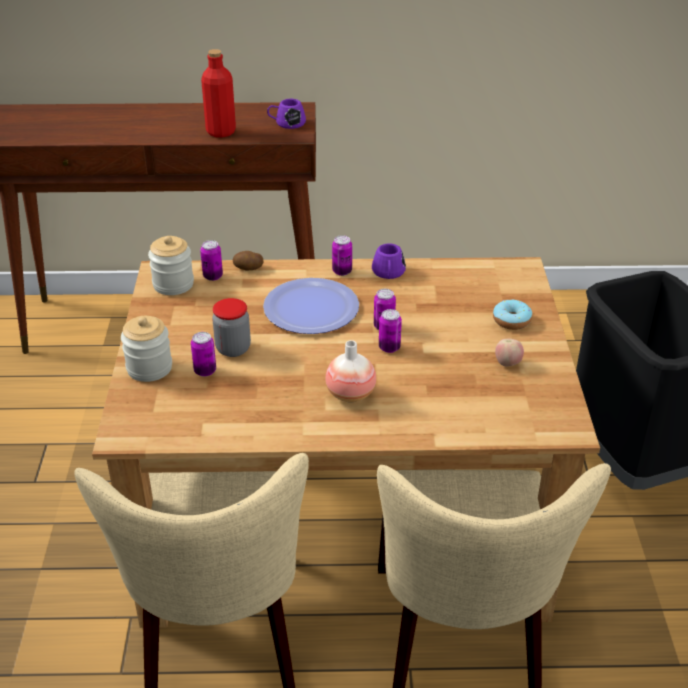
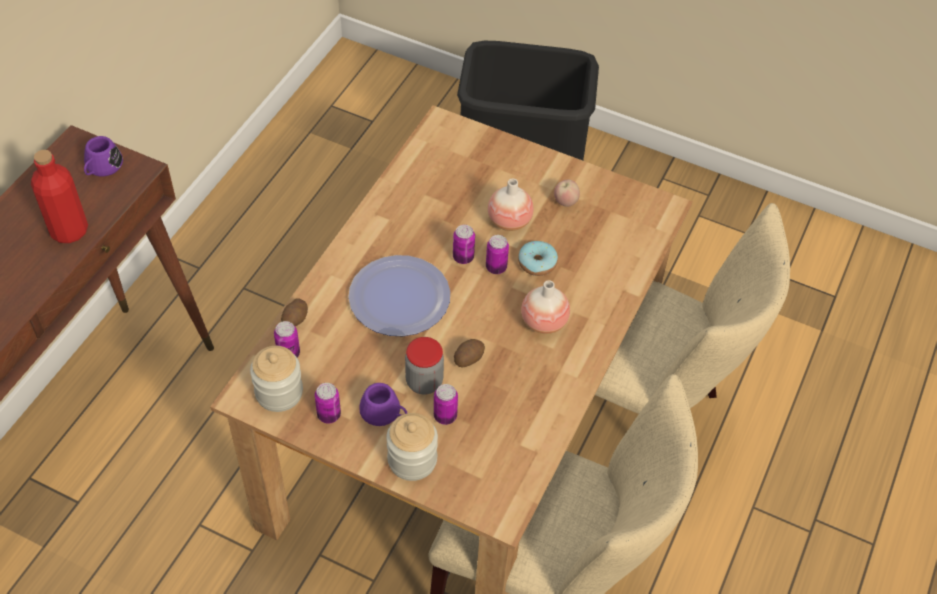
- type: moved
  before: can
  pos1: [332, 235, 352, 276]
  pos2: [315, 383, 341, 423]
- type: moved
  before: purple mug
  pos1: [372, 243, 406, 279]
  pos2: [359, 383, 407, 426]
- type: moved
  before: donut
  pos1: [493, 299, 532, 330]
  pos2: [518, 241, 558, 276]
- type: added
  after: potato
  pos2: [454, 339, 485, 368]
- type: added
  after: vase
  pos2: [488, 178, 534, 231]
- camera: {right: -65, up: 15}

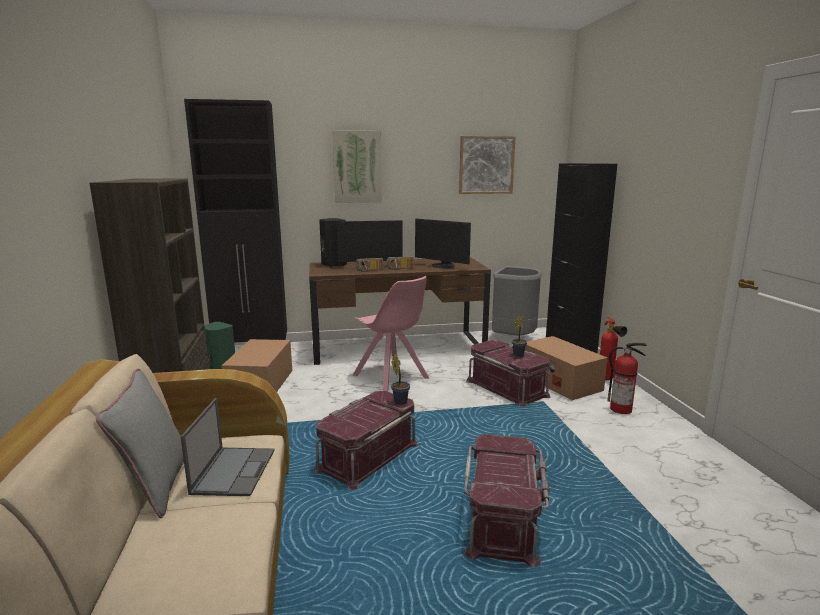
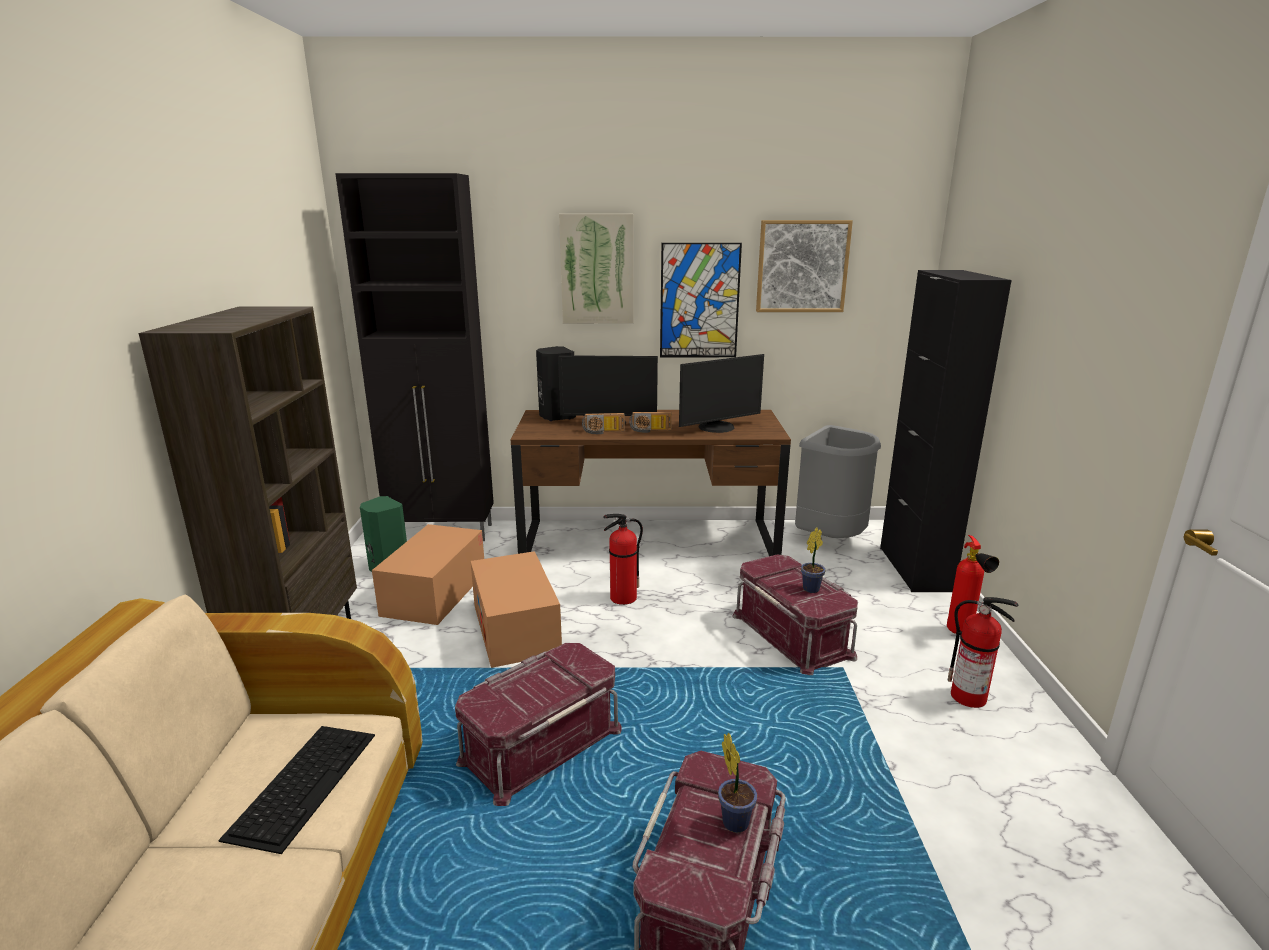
- type: removed
  before: grey pillow
  pos1: [96, 369, 184, 518]
- type: replaced
  before: laptop
  after: keyboard
  pos1: [181, 398, 274, 496]
  pos2: [218, 726, 375, 854]
- type: replaced
  before: pink chair
  after: fire extinguisher
  pos1: [353, 276, 429, 392]
  pos2: [603, 514, 643, 605]
- type: moved
  before: potted plant
  pos1: [391, 353, 410, 405]
  pos2: [718, 733, 757, 833]
- type: turned
  before: monitor
  pos1: [415, 219, 471, 268]
  pos2: [679, 354, 764, 433]
  turn: -75
- type: moved
  before: cardboard box
  pos1: [525, 336, 608, 400]
  pos2: [471, 551, 562, 668]
- type: added
  after: picture
  pos2: [660, 243, 742, 357]
- camera: {right: 10, up: 5}

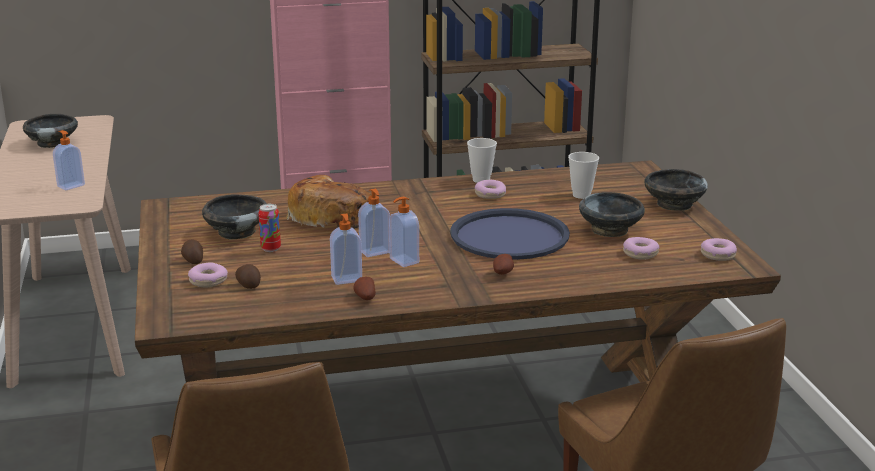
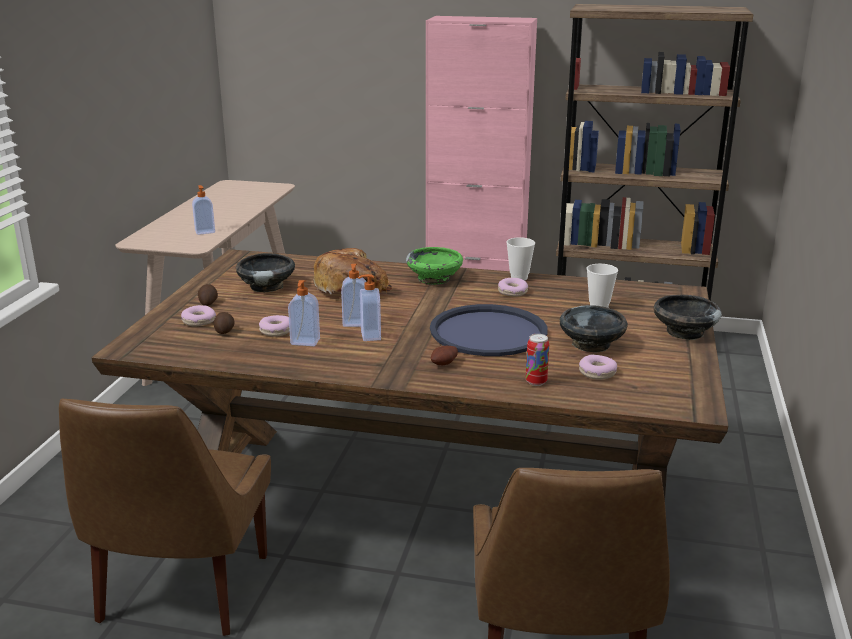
- type: removed
  before: black bowl
  pos1: [23, 114, 78, 148]
- type: moved
  before: can
  pos1: [258, 204, 281, 252]
  pos2: [526, 334, 549, 386]
- type: removed
  before: potato
  pos1: [353, 277, 376, 300]
- type: moved
  before: donut
  pos1: [701, 238, 737, 261]
  pos2: [259, 315, 290, 337]
- type: added
  after: green bowl
  pos2: [406, 247, 463, 285]
- camera: {right: 25, up: 0}

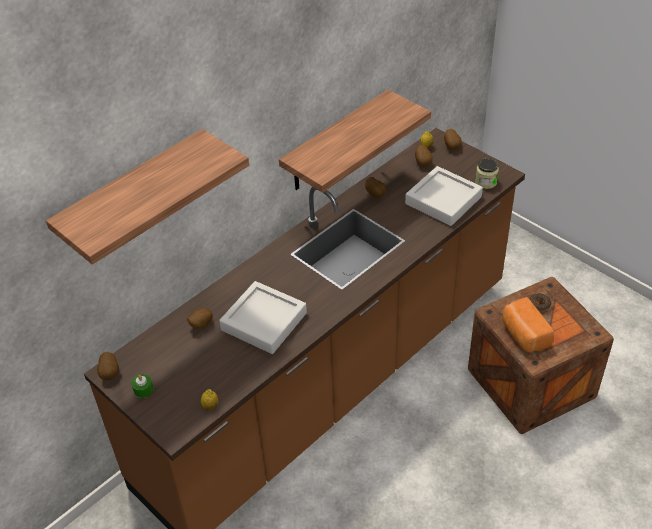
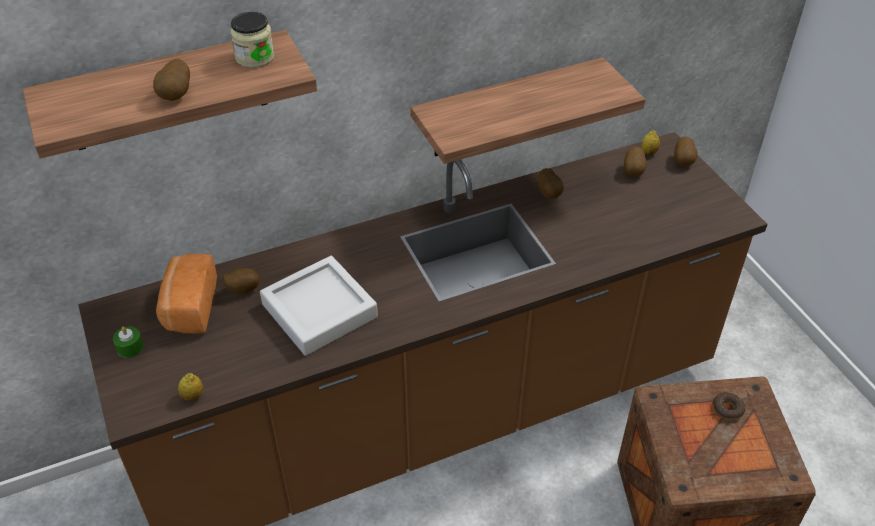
- type: moved
  before: potato
  pos1: [97, 352, 119, 380]
  pos2: [153, 59, 190, 101]
- type: removed
  before: grey tray
  pos1: [405, 166, 483, 226]
- type: moved
  before: jar
  pos1: [475, 158, 499, 189]
  pos2: [231, 12, 274, 68]
- type: moved
  before: bread
  pos1: [502, 297, 554, 352]
  pos2: [156, 254, 217, 333]
- camera: {right: 20, up: 0}

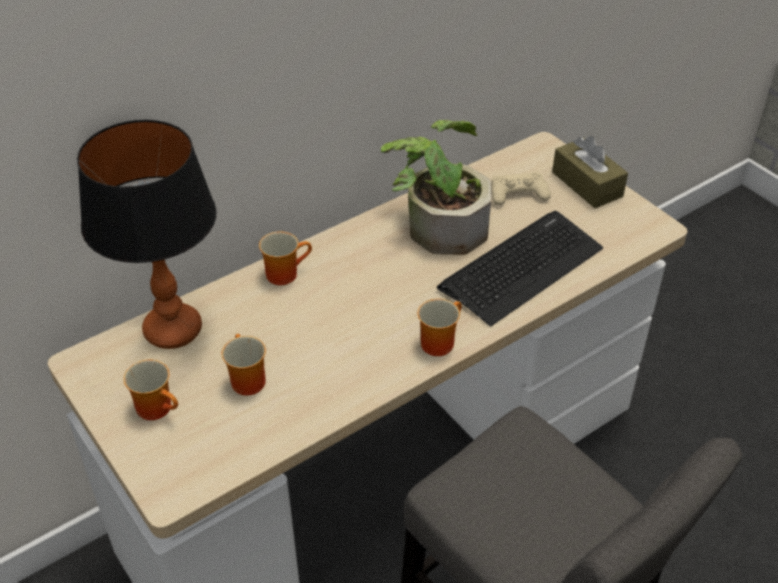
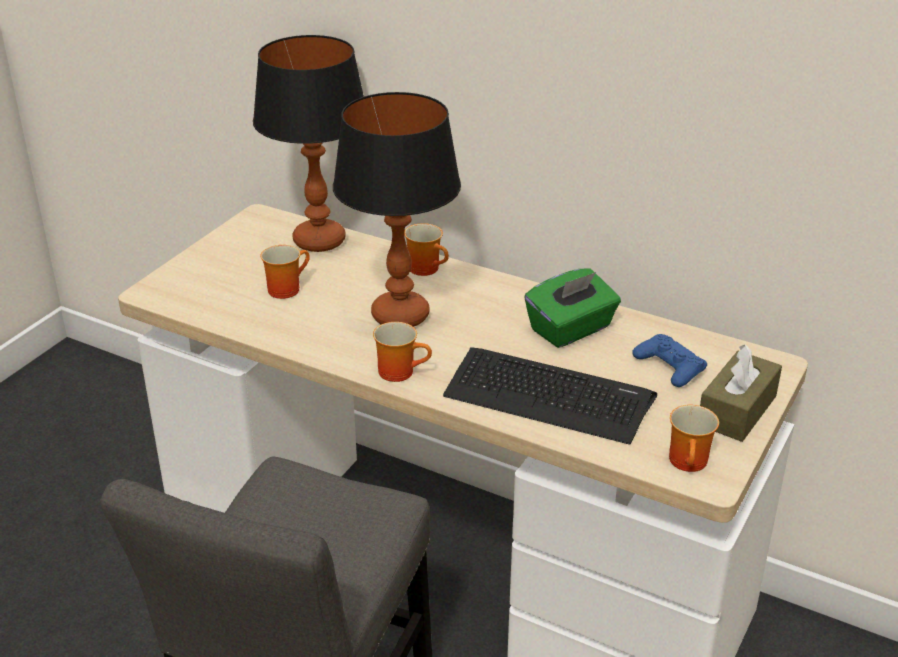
- type: moved
  before: mug
  pos1: [124, 360, 178, 420]
  pos2: [669, 405, 719, 472]
- type: replaced
  before: potted plant
  after: green tissue box
  pos1: [381, 120, 491, 255]
  pos2: [524, 268, 621, 348]
- type: recoloured
  before: beige game controller
  after: blue game controller
  pos1: [491, 172, 551, 205]
  pos2: [632, 334, 707, 387]
- type: added
  after: table lamp
  pos2: [333, 92, 461, 327]
- camera: {right: 65, up: -10}

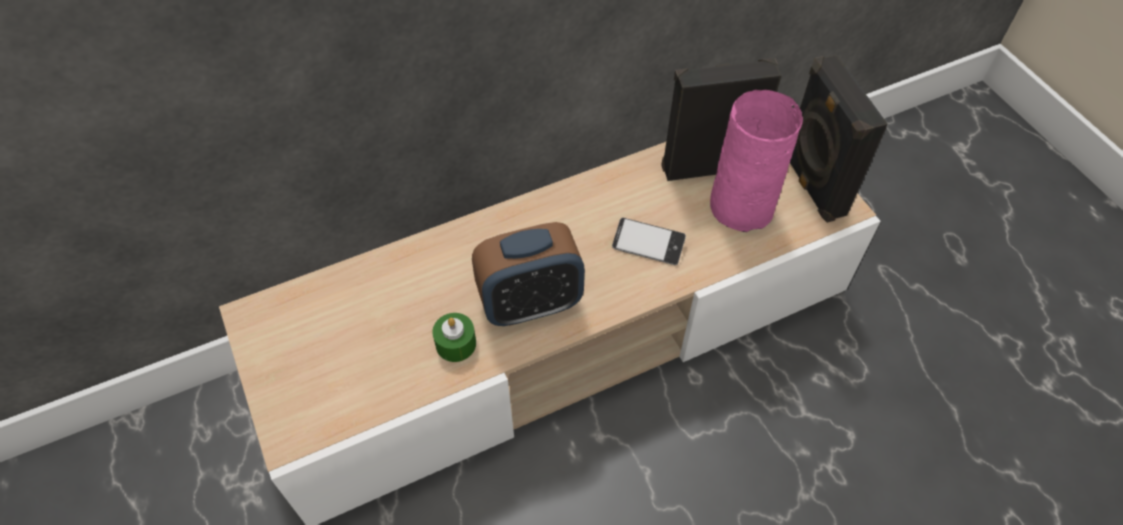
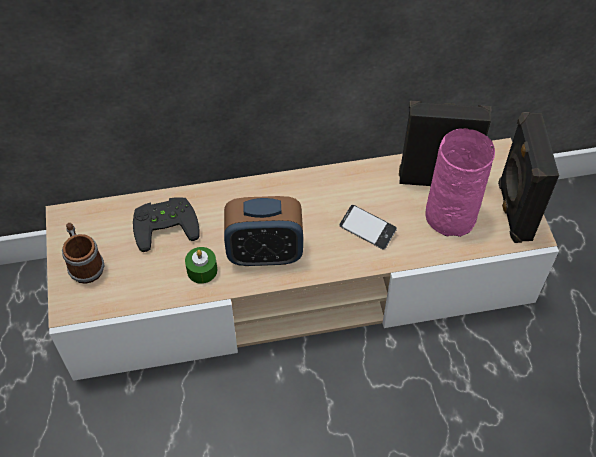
- type: added
  after: mug
  pos2: [62, 223, 105, 284]
- type: added
  after: black game controller
  pos2: [133, 197, 200, 252]
- camera: {right: 15, up: 0}

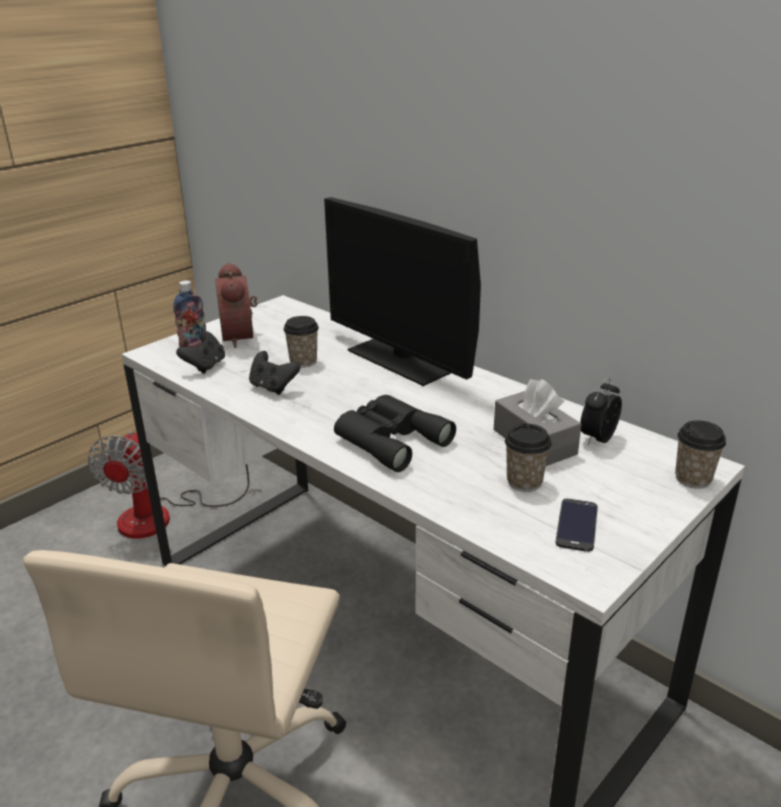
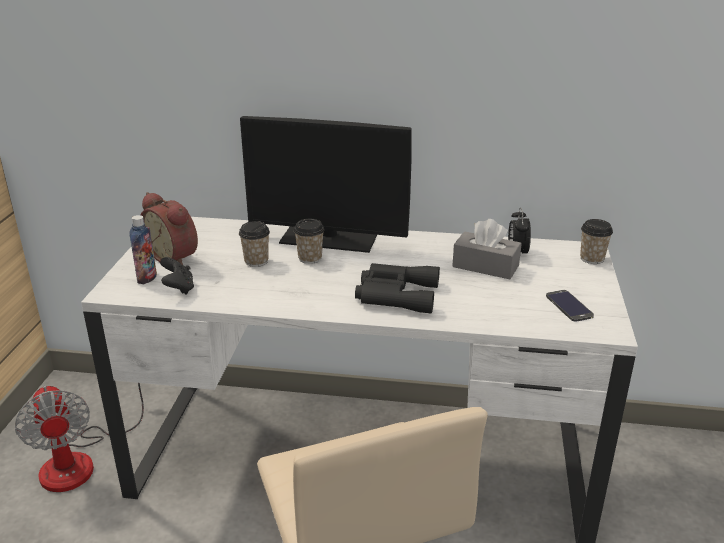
- type: removed
  before: black game controller
  pos1: [249, 351, 300, 395]
- type: moved
  before: cup
  pos1: [505, 424, 551, 492]
  pos2: [294, 219, 324, 264]
- camera: {right: -35, up: 0}

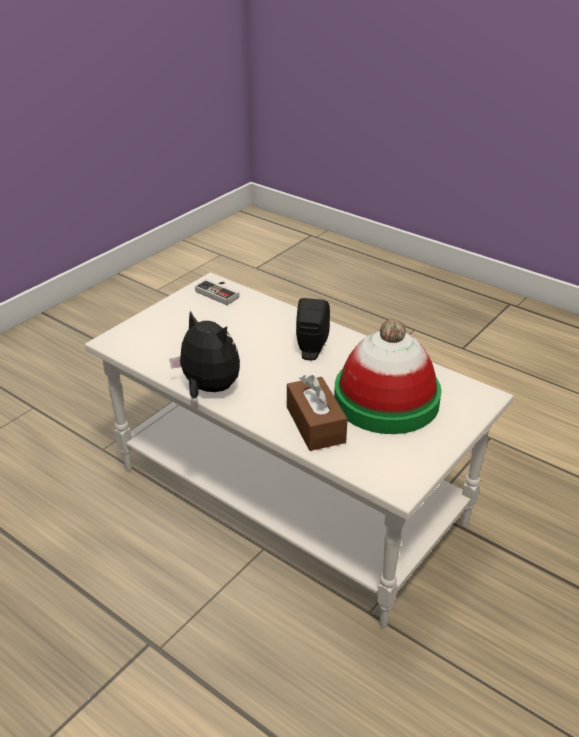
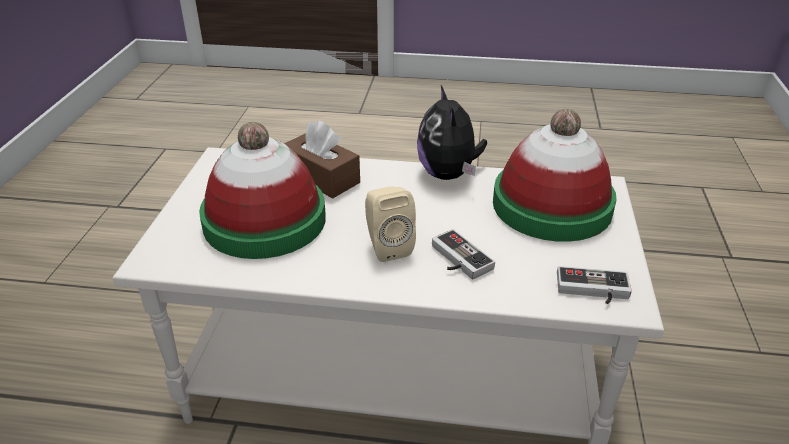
- type: turned
  before: plush toy
  pos1: [169, 311, 240, 398]
  pos2: [417, 86, 487, 180]
  turn: 75
- type: recoloured
  before: black speaker
  after: beige speaker
  pos1: [296, 298, 330, 360]
  pos2: [365, 187, 416, 262]
- type: added
  after: game controller
  pos2: [432, 229, 495, 279]
- type: added
  after: hat
  pos2: [493, 109, 617, 242]
- camera: {right: 150, up: 0}

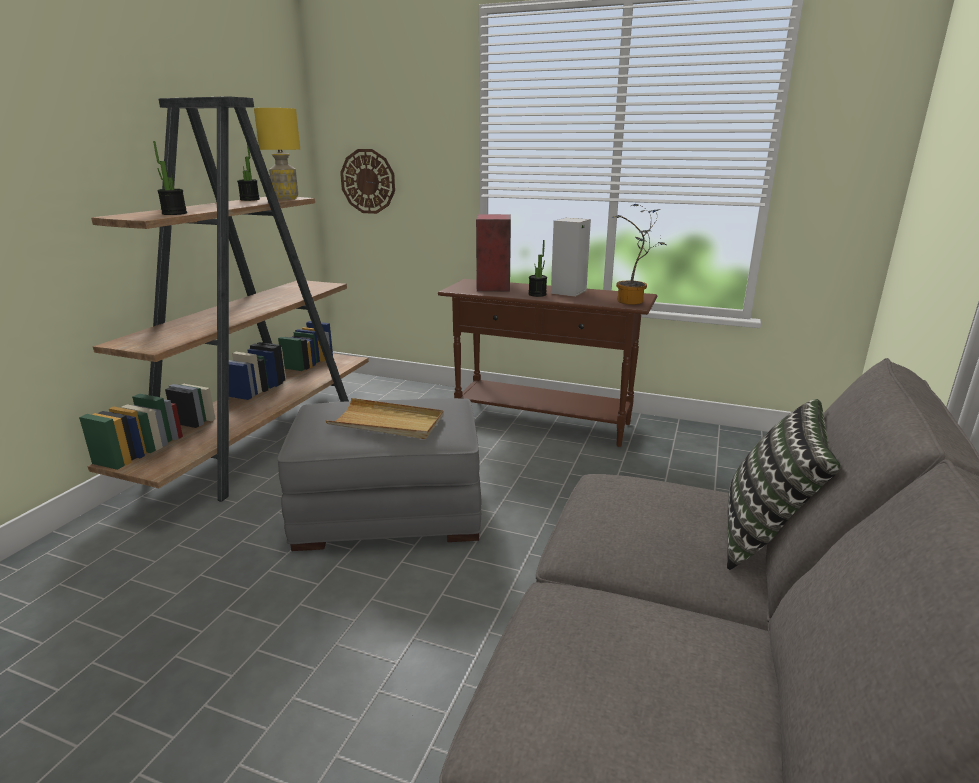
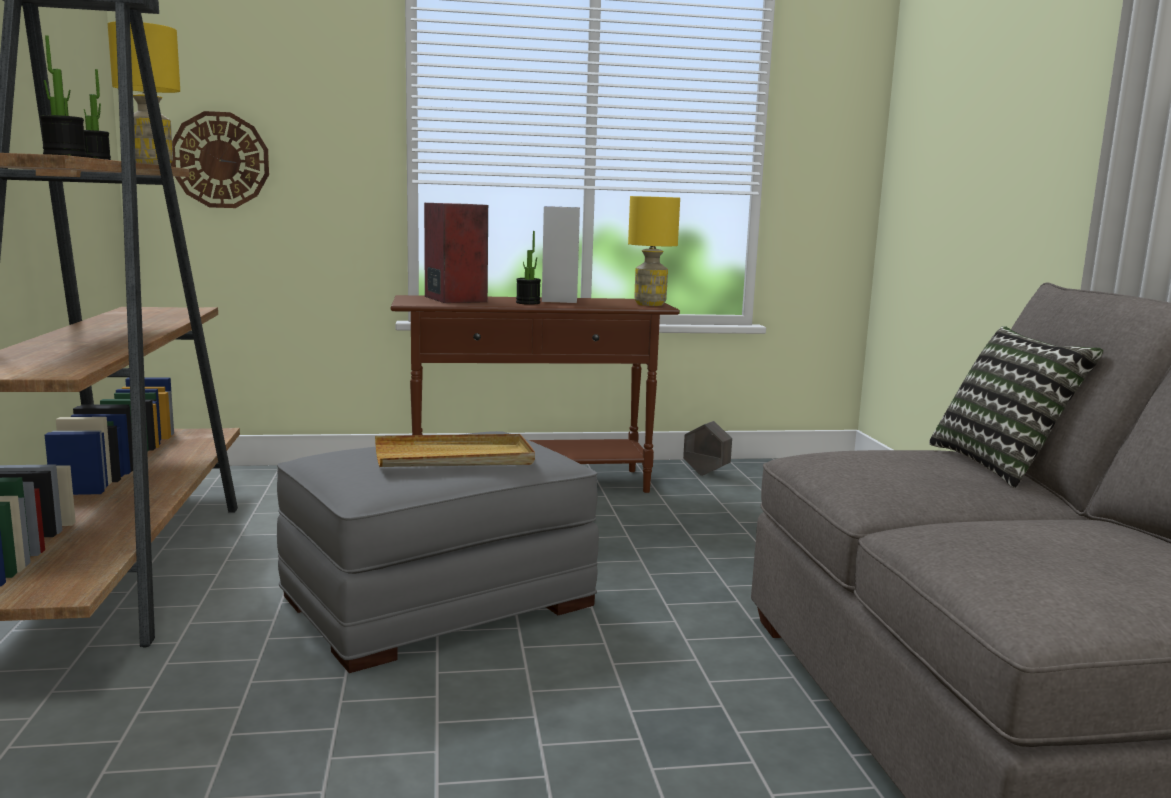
- type: replaced
  before: potted plant
  after: yellow table lamp
  pos1: [612, 204, 666, 305]
  pos2: [628, 196, 680, 306]
- type: added
  after: grey planter
  pos2: [683, 421, 732, 476]
- camera: {right: -30, up: -10}

